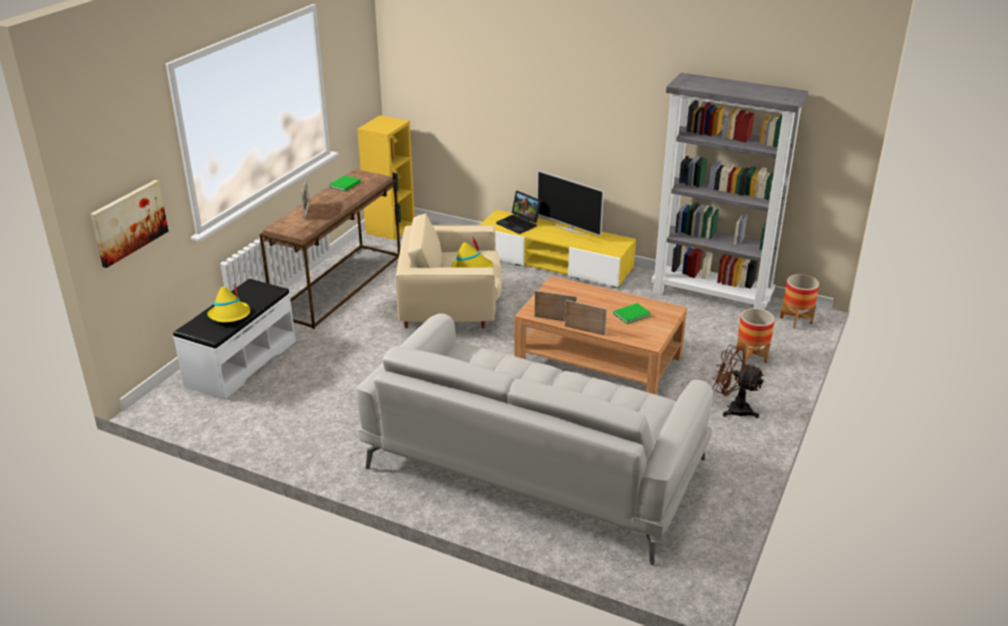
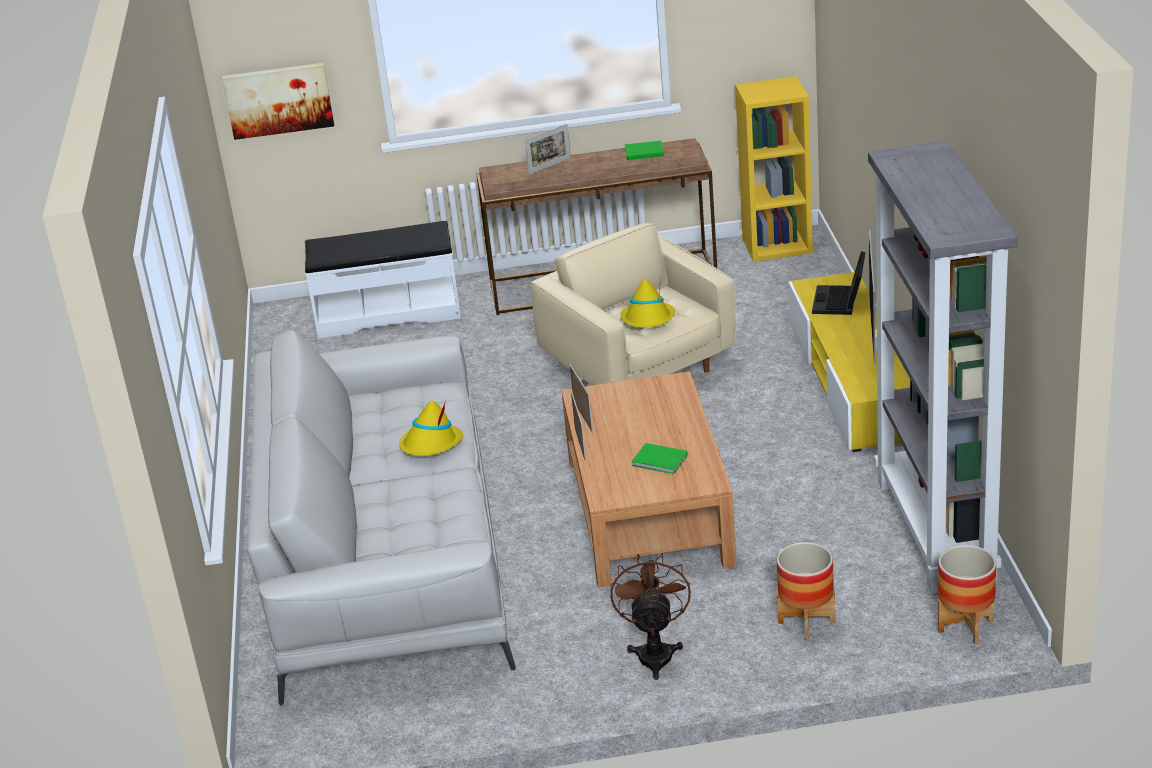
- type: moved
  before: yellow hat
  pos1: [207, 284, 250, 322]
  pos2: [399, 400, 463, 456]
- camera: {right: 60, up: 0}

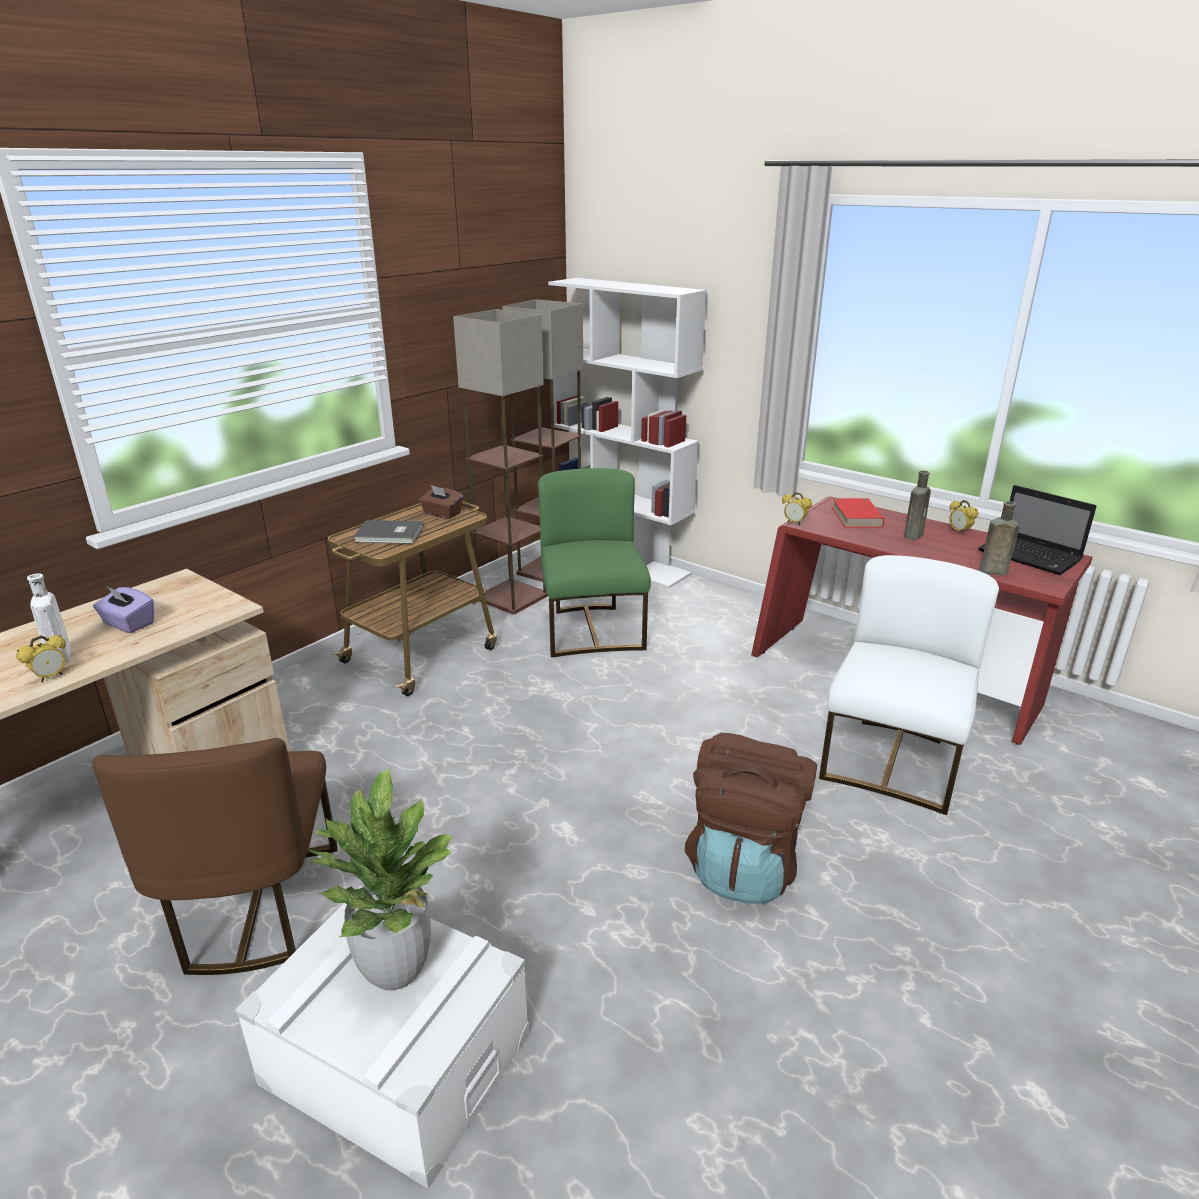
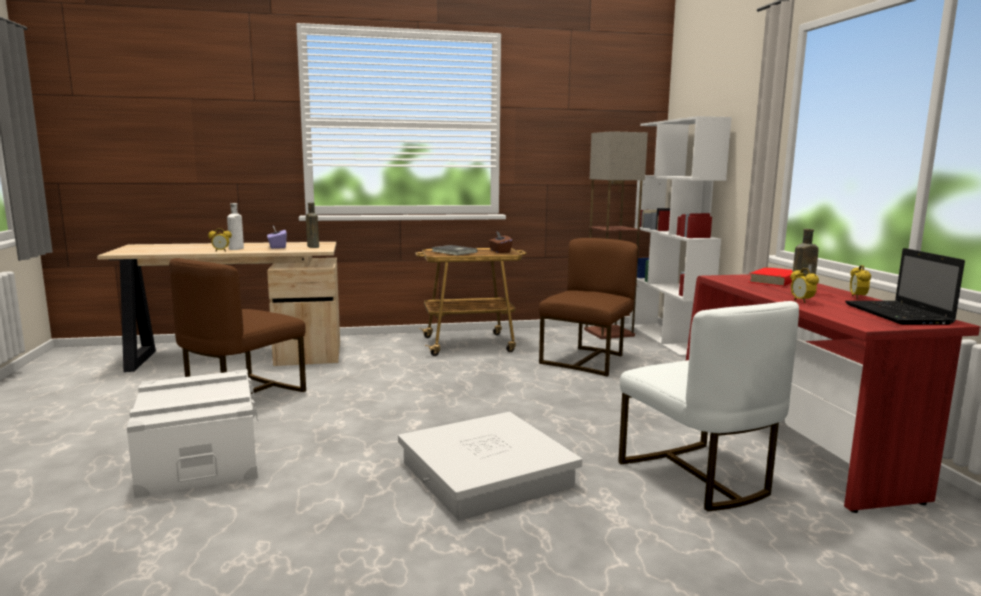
- type: removed
  before: potted plant
  pos1: [306, 768, 454, 990]
- type: removed
  before: floor lamp
  pos1: [453, 309, 548, 614]
- type: recoloured
  before: green chair
  after: brown chair
  pos1: [538, 468, 651, 657]
  pos2: [539, 238, 638, 377]
- type: replaced
  before: brown backpack
  after: white storage box
  pos1: [685, 733, 817, 904]
  pos2: [398, 412, 582, 521]
- type: moved
  before: alarm clock
  pos1: [782, 492, 812, 525]
  pos2: [790, 268, 819, 303]
- type: turned
  before: white chair
  pos1: [819, 555, 999, 815]
  pos2: [618, 301, 799, 511]
  turn: 90
- type: moved
  before: brown bottle
  pos1: [980, 501, 1019, 576]
  pos2: [306, 203, 319, 248]
- camera: {right: 40, up: -15}

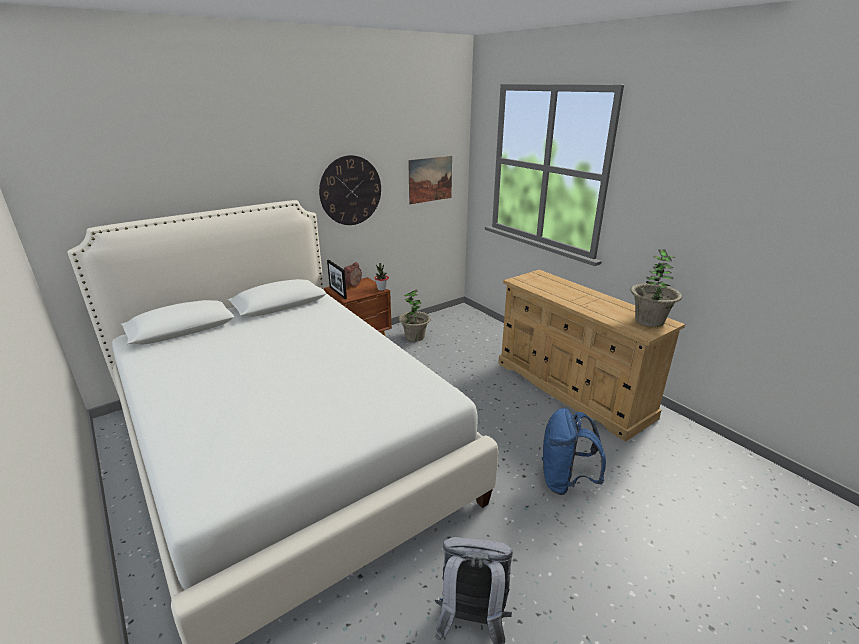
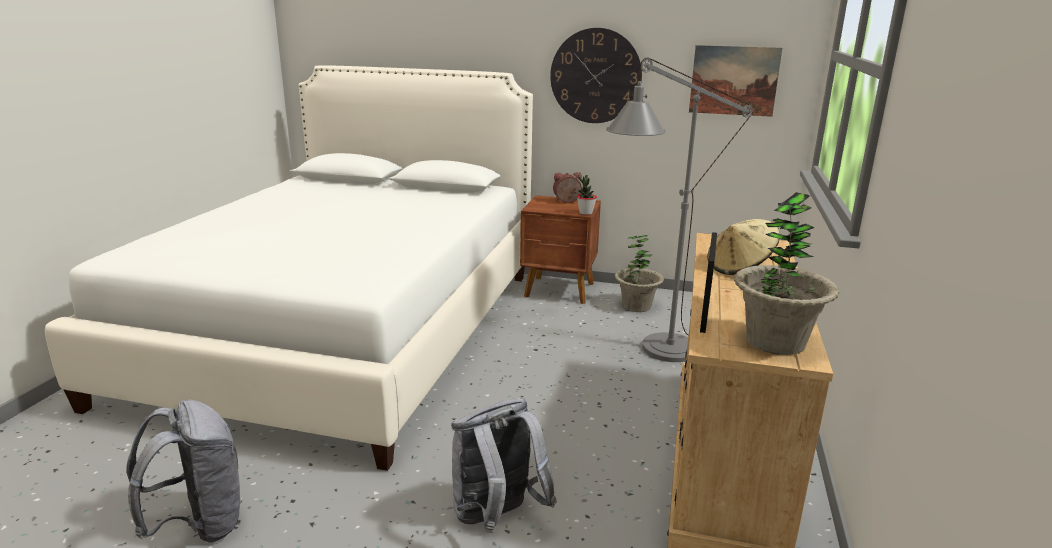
- type: moved
  before: picture frame
  pos1: [327, 260, 347, 299]
  pos2: [700, 232, 717, 333]
- type: recoloured
  before: blue backpack
  after: grey backpack
  pos1: [542, 408, 606, 495]
  pos2: [451, 398, 557, 533]
- type: added
  after: grey floor lamp
  pos2: [606, 58, 753, 362]
- type: added
  after: beige hat
  pos2: [707, 219, 780, 275]
- camera: {right: 50, up: -5}

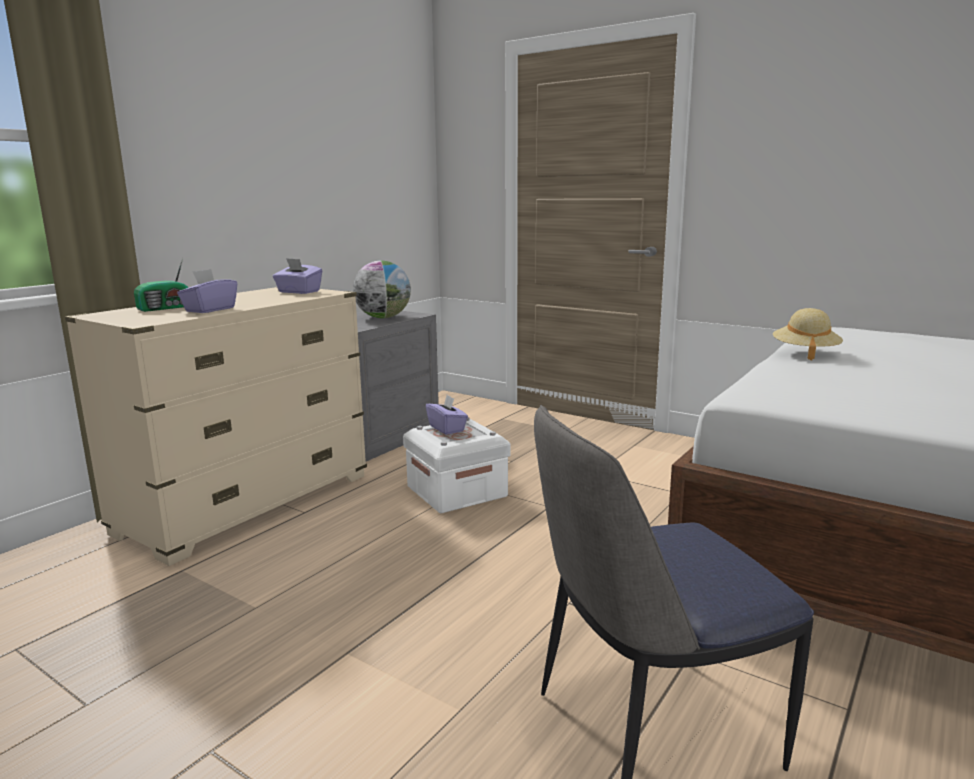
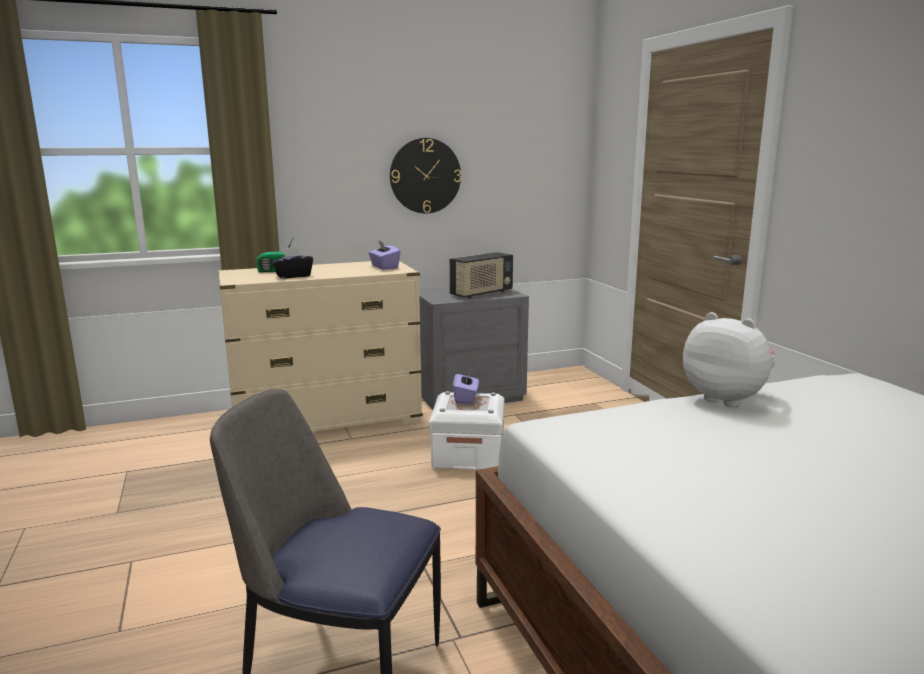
- type: recoloured
  before: purple tissue box
  after: black tissue box
  pos1: [177, 269, 237, 313]
  pos2: [272, 247, 313, 279]
- type: replaced
  before: globe
  after: radio
  pos1: [353, 261, 411, 318]
  pos2: [450, 252, 513, 298]
- type: replaced
  before: beige hat
  after: plush toy
  pos1: [773, 308, 843, 361]
  pos2: [683, 312, 776, 407]
- type: added
  after: wall clock
  pos2: [390, 138, 461, 214]
- camera: {right: 35, up: 0}

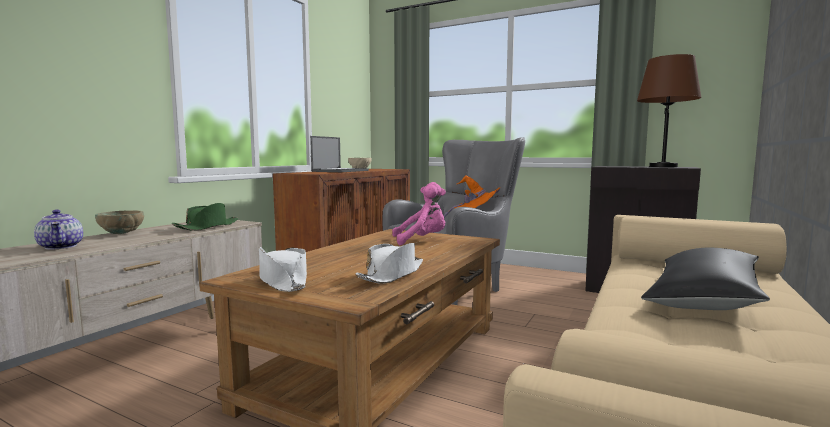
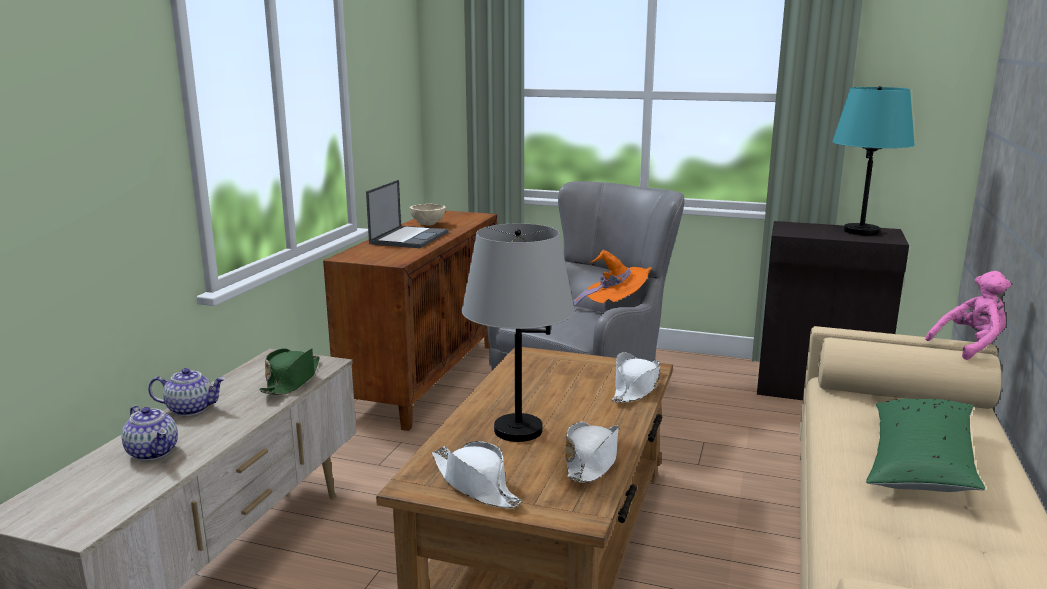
- type: replaced
  before: beige bowl
  after: teapot
  pos1: [95, 210, 144, 234]
  pos2: [148, 368, 226, 416]
- type: moved
  before: pink plush toy
  pos1: [392, 182, 446, 245]
  pos2: [925, 271, 1011, 360]
- type: recoloured
  before: brown table lamp
  after: turquoise table lamp
  pos1: [637, 54, 702, 167]
  pos2: [832, 86, 915, 236]
- type: recoloured
  before: black pillow
  after: green pillow
  pos1: [641, 248, 770, 310]
  pos2: [866, 399, 985, 492]
- type: added
  after: grey table lamp
  pos2: [462, 223, 575, 442]
- type: added
  after: white hat
  pos2: [612, 352, 660, 403]
- camera: {right: -10, up: 10}

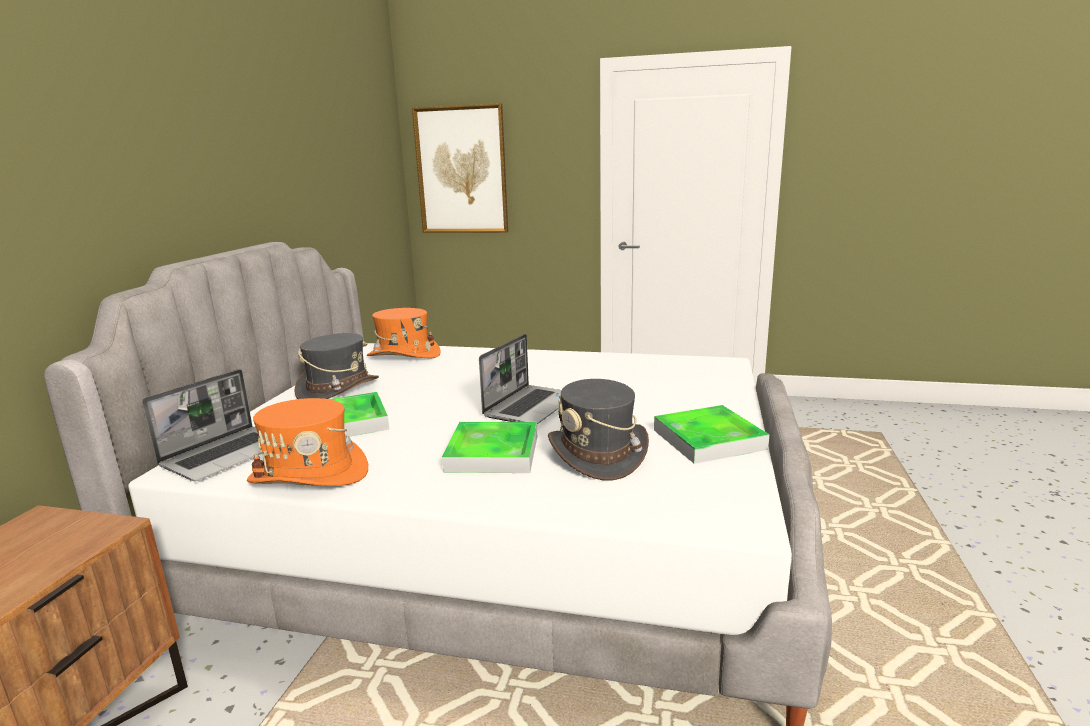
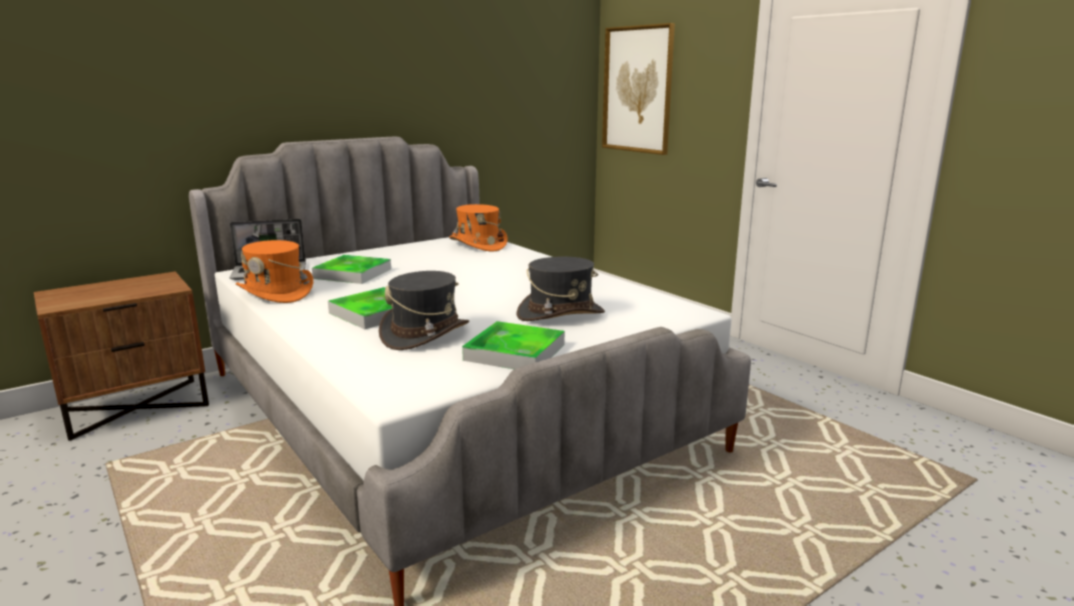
- type: moved
  before: grey hat
  pos1: [294, 333, 379, 399]
  pos2: [516, 257, 605, 321]
- type: removed
  before: laptop
  pos1: [479, 334, 561, 424]
- camera: {right: 40, up: 0}

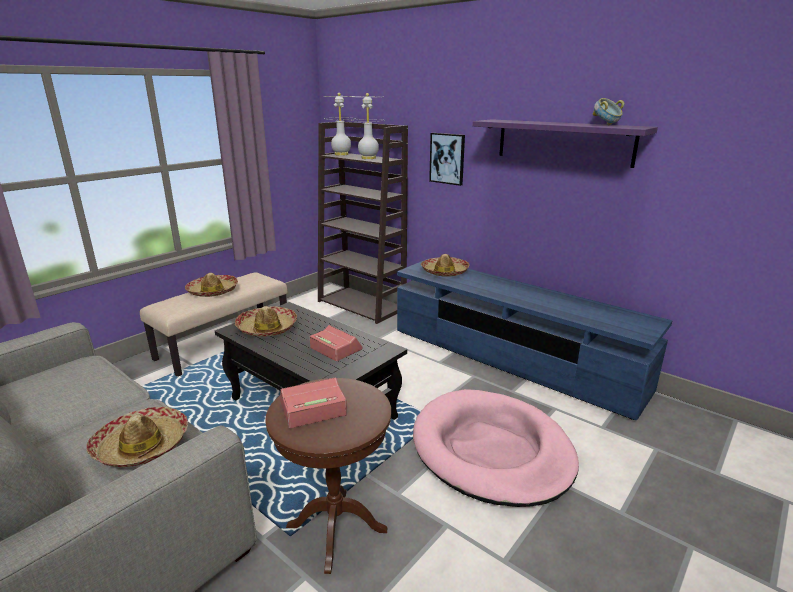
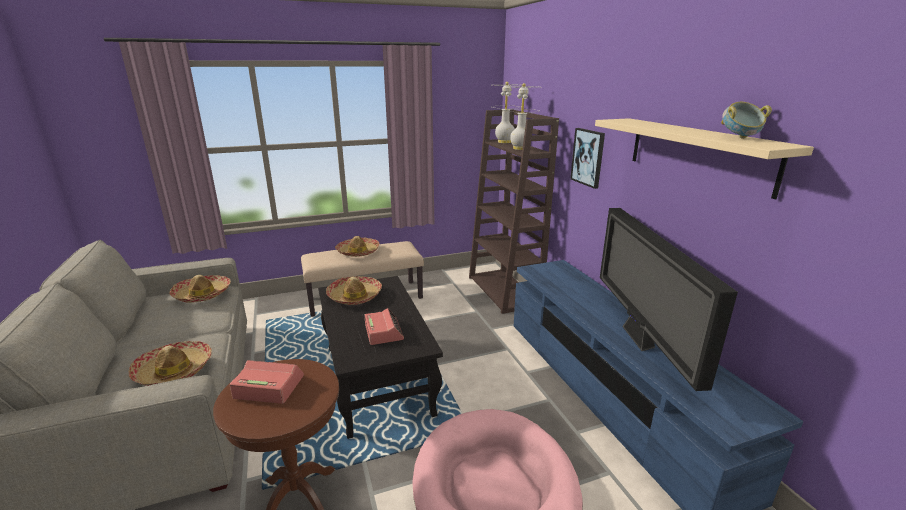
- type: moved
  before: hat
  pos1: [421, 254, 470, 277]
  pos2: [169, 275, 231, 303]
- type: recoloured
  before: purple shelf
  after: beige shelf
  pos1: [473, 119, 658, 168]
  pos2: [595, 118, 814, 199]
- type: added
  after: television
  pos2: [600, 208, 738, 391]
- camera: {right: 30, up: 0}

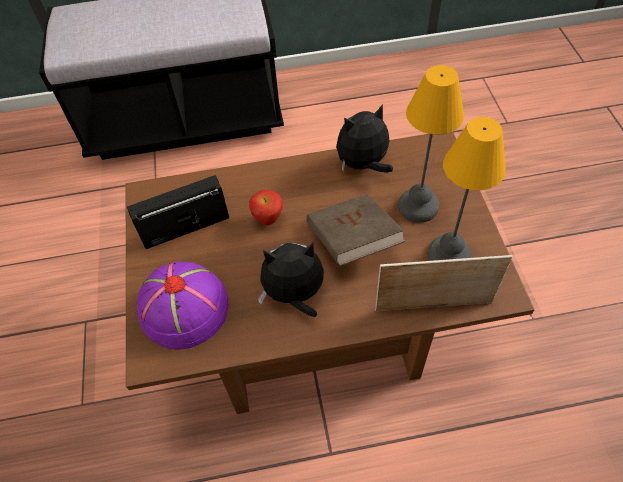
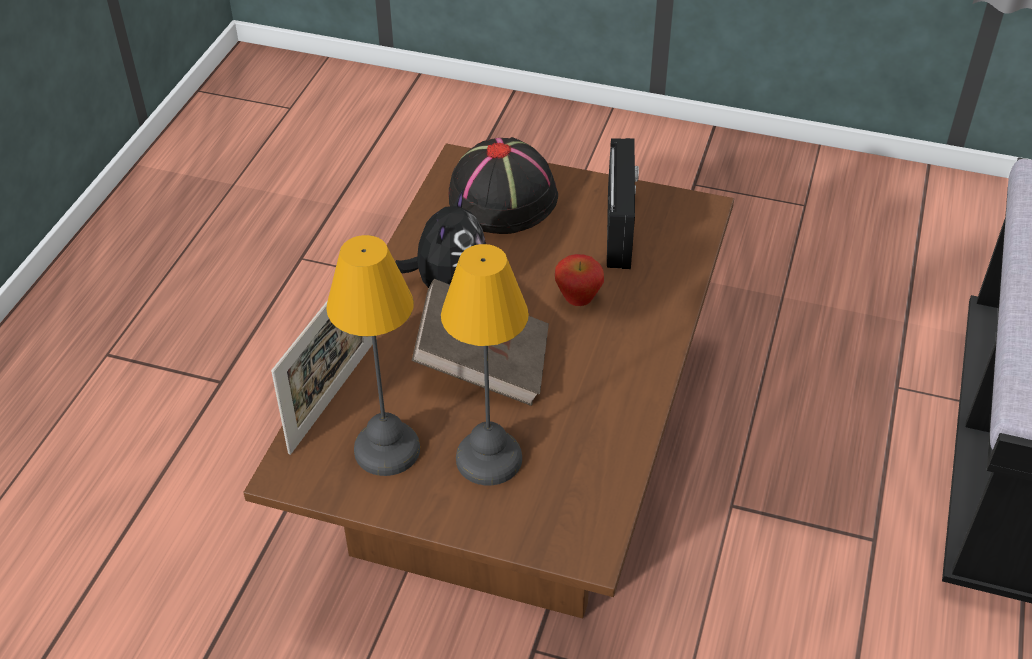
- type: recoloured
  before: purple hat
  after: black hat
  pos1: [137, 262, 228, 350]
  pos2: [448, 137, 558, 234]
- type: removed
  before: plush toy
  pos1: [336, 104, 393, 173]
- camera: {right: 115, up: -10}

